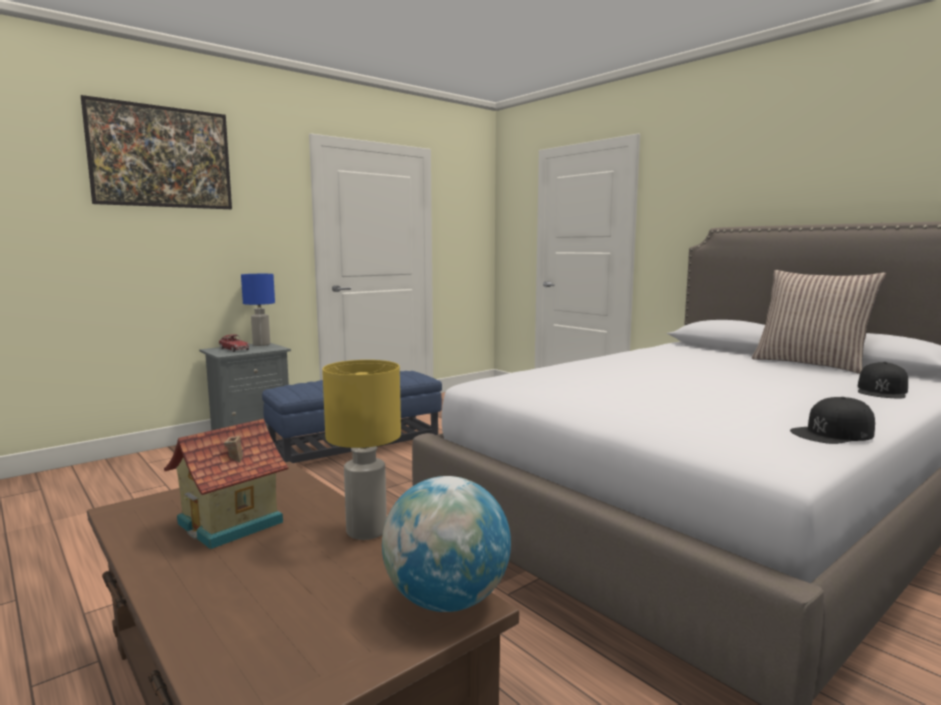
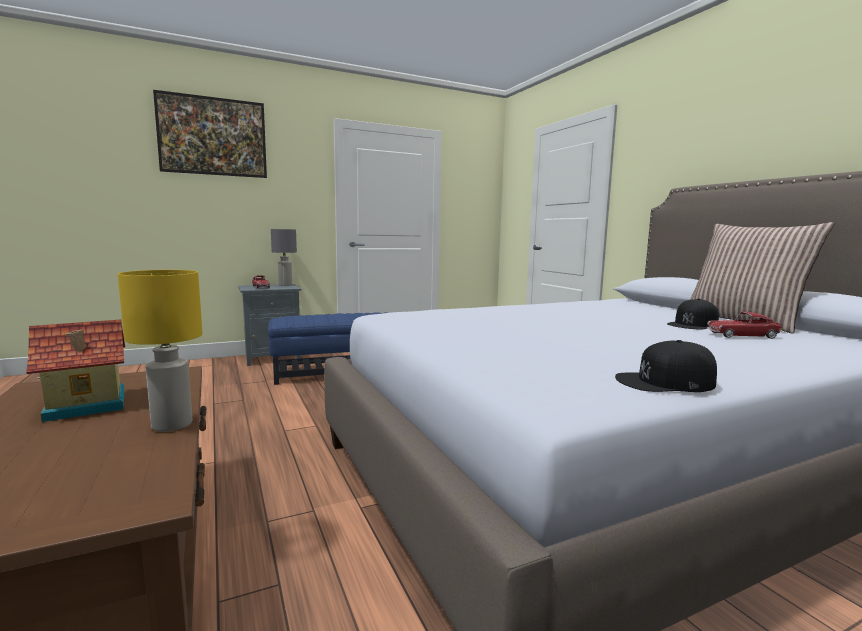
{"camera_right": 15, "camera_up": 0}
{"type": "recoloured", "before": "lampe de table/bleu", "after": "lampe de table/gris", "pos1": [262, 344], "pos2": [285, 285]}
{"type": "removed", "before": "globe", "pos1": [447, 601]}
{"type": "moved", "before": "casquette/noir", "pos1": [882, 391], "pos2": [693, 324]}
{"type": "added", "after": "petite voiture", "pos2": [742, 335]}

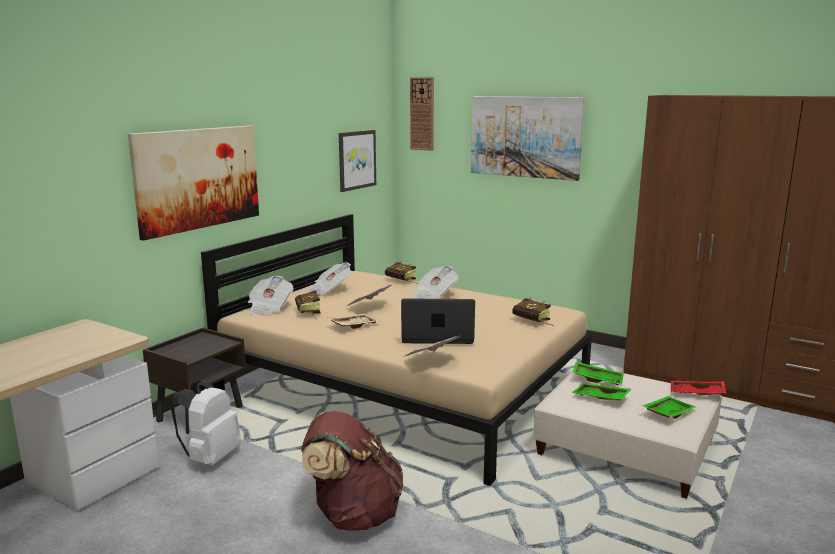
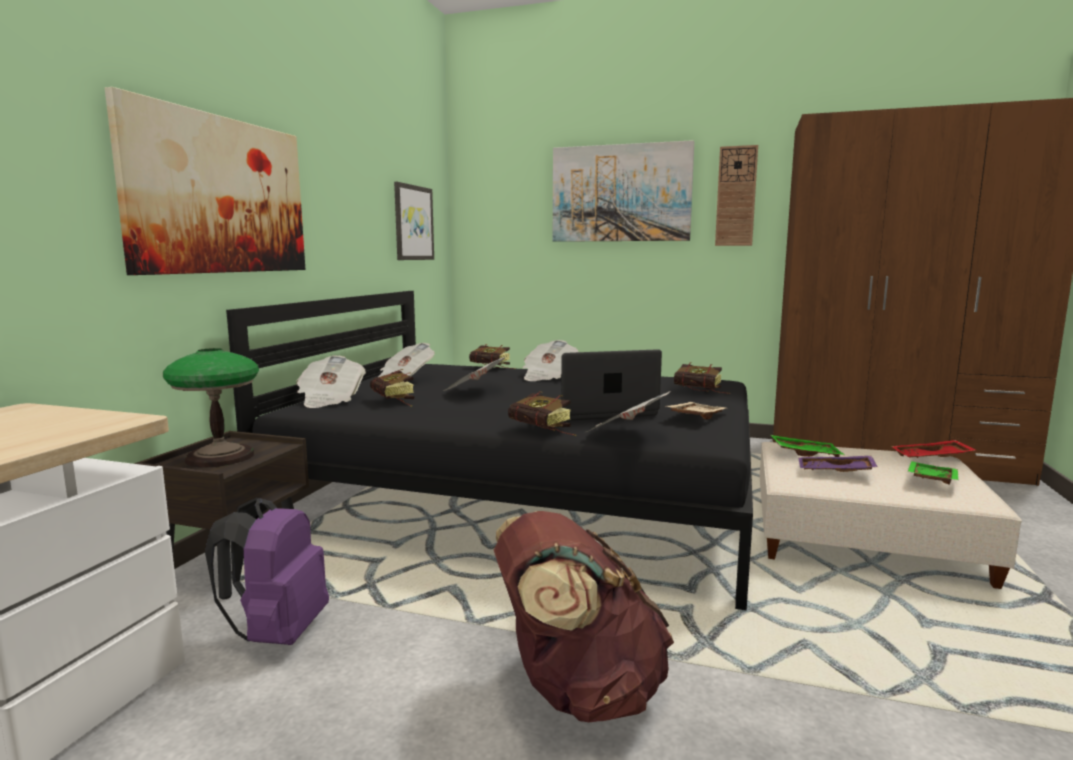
{"camera_right": -15, "camera_up": -5}
{"type": "recoloured", "before": "sac à dos/blanc", "after": "sac à dos/violet", "pos1": [210, 458], "pos2": [277, 633]}
{"type": "recoloured", "before": "lit/beige", "after": "lit/noir", "pos1": [404, 386], "pos2": [527, 498]}
{"type": "moved", "before": "plateau/beige", "pos1": [353, 325], "pos2": [695, 417]}
{"type": "moved", "before": "horloge murale", "pos1": [422, 114], "pos2": [736, 196]}
{"type": "recoloured", "before": "plateau/vert", "after": "plateau/violet", "pos1": [600, 398], "pos2": [835, 472]}
{"type": "added", "after": "lampe de table", "pos2": [220, 457]}
{"type": "added", "after": "livre", "pos2": [544, 431]}

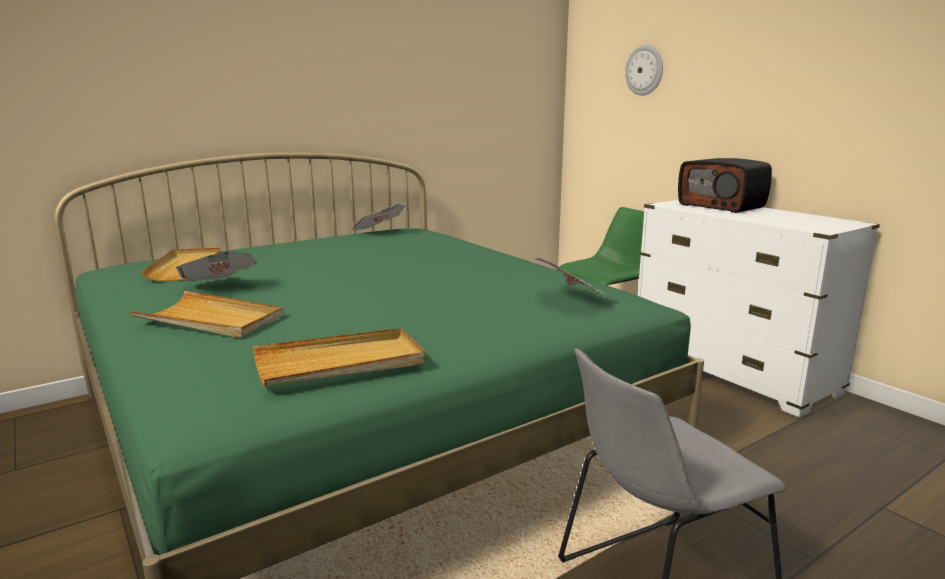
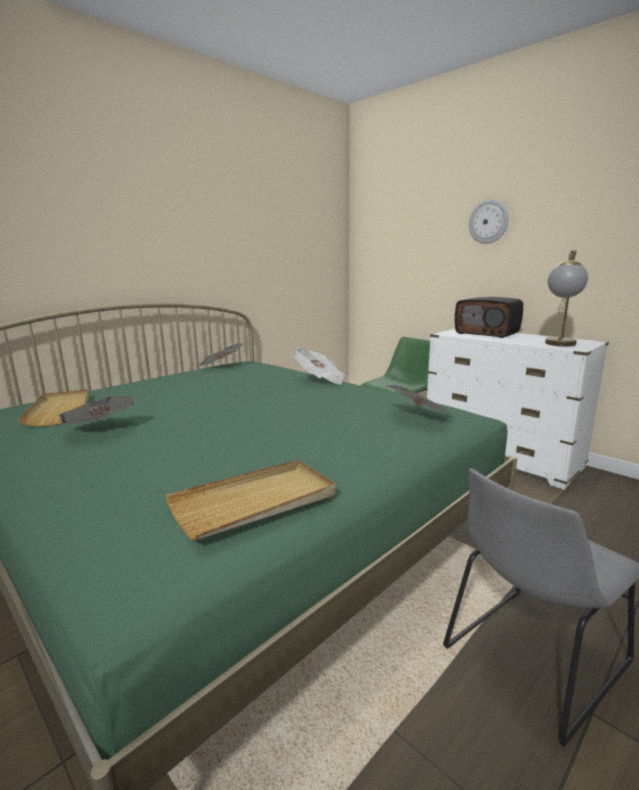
{"camera_right": -10, "camera_up": 0}
{"type": "removed", "before": "plateau/beige", "pos1": [210, 319]}
{"type": "moved", "before": "horloge murale", "pos1": [644, 70], "pos2": [489, 222]}
{"type": "added", "after": "journal", "pos2": [321, 380]}
{"type": "added", "after": "lampe de table", "pos2": [559, 345]}

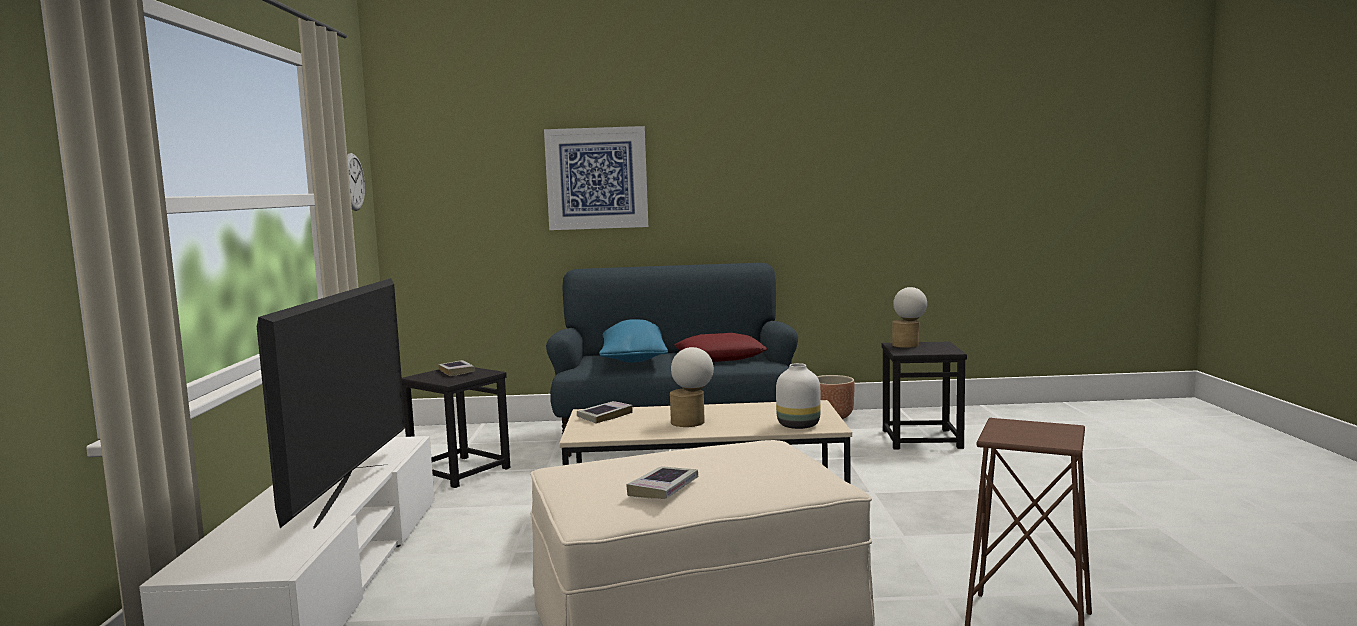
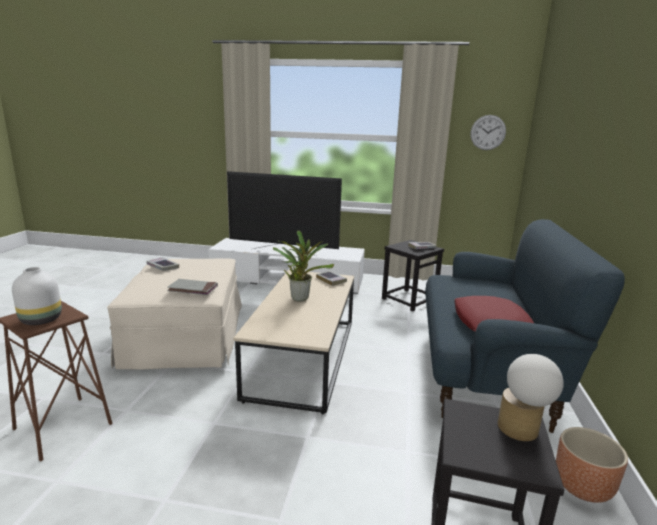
{"camera_right": 100, "camera_up": 10}
{"type": "removed", "before": "tableau", "pos1": [596, 178]}
{"type": "removed", "before": "coussin/bleu", "pos1": [633, 359]}
{"type": "replaced", "before": "lampe de table", "after": "plante en pot", "pos1": [692, 421], "pos2": [300, 297]}
{"type": "moved", "before": "vase/blanc", "pos1": [799, 425], "pos2": [40, 320]}
{"type": "added", "after": "livre/gris", "pos2": [193, 289]}

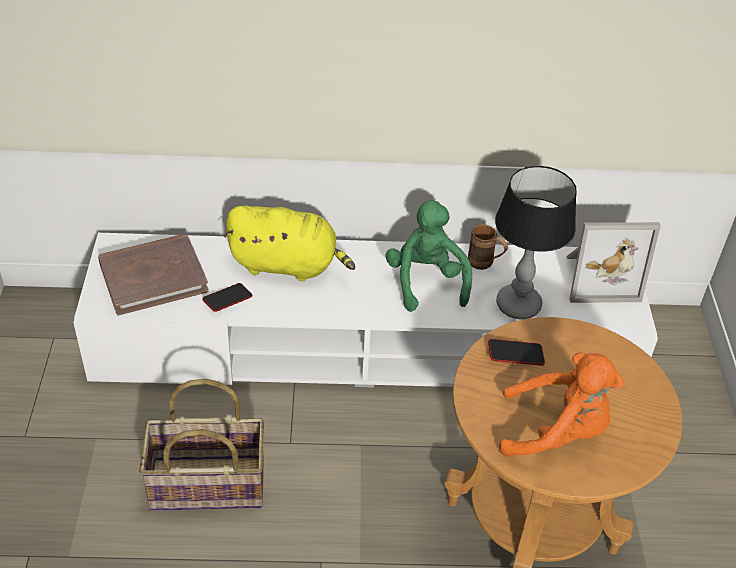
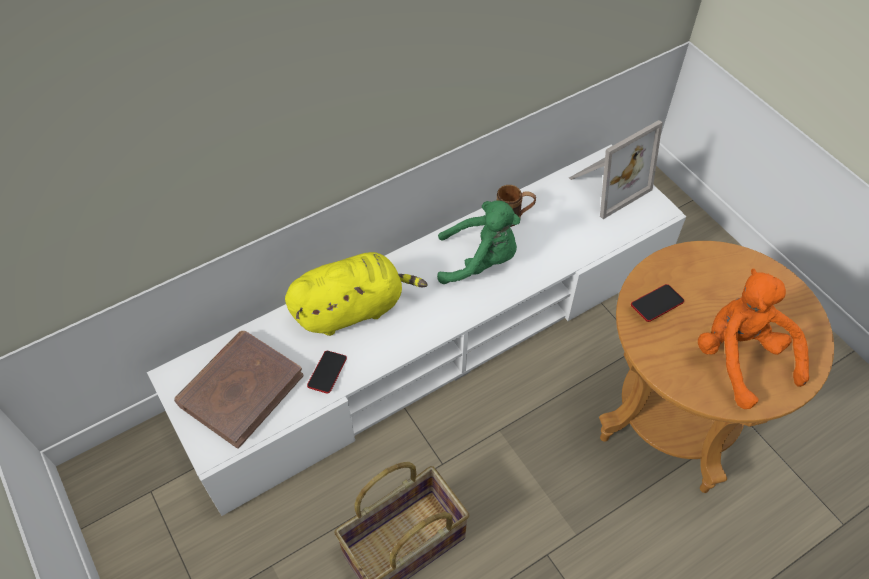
{"camera_right": -30, "camera_up": 10}
{"type": "turned", "before": "peluche/vert", "pos1": [426, 281], "pos2": [480, 261], "turn": 135}
{"type": "removed", "before": "lampe de table", "pos1": [519, 306]}
{"type": "turned", "before": "peluche/orange", "pos1": [556, 432], "pos2": [740, 358], "turn": -90}

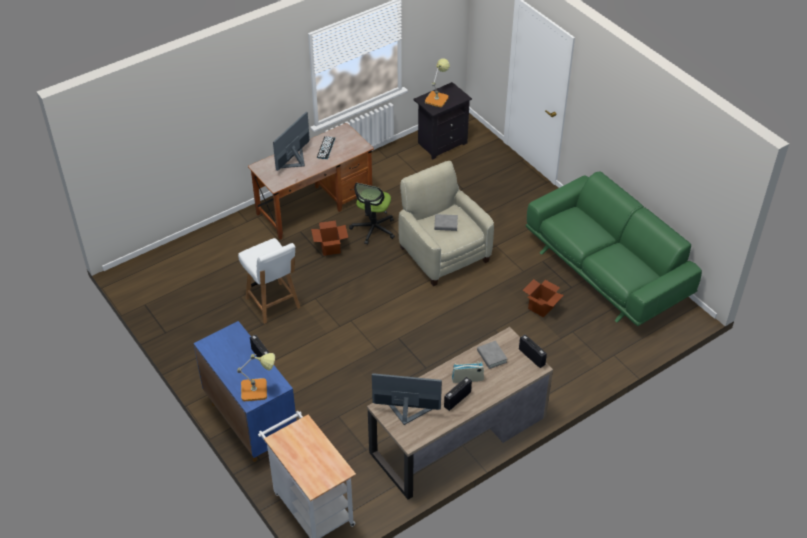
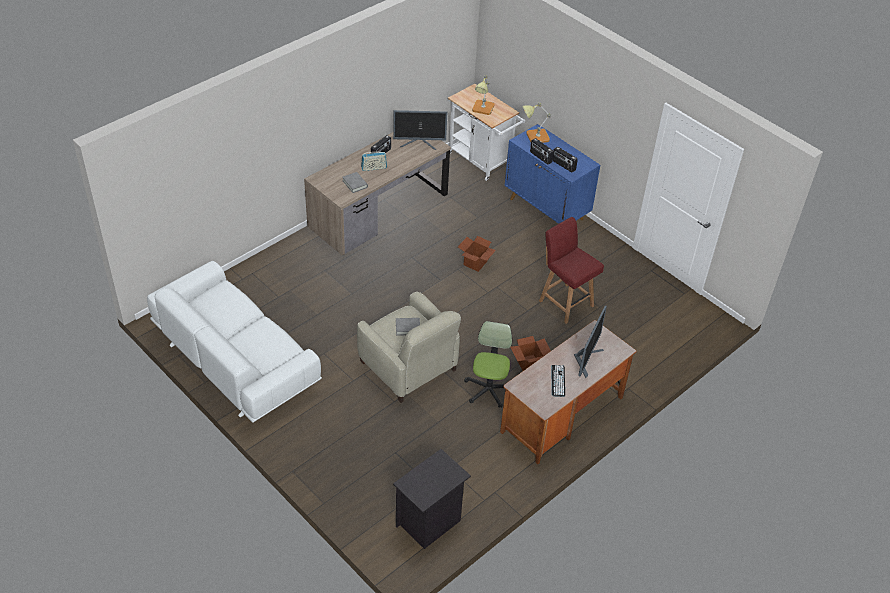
{"camera_right": 170, "camera_up": 0}
{"type": "recoloured", "before": "chaise/blanc", "after": "chaise/rouge", "pos1": [273, 304], "pos2": [565, 302]}
{"type": "moved", "before": "lampe de table", "pos1": [437, 98], "pos2": [482, 109]}
{"type": "moved", "before": "radio", "pos1": [532, 357], "pos2": [563, 165]}
{"type": "moved", "before": "carton", "pos1": [541, 307], "pos2": [475, 263]}
{"type": "recoloured", "before": "canapé/vert", "after": "canapé/blanc", "pos1": [607, 270], "pos2": [235, 360]}

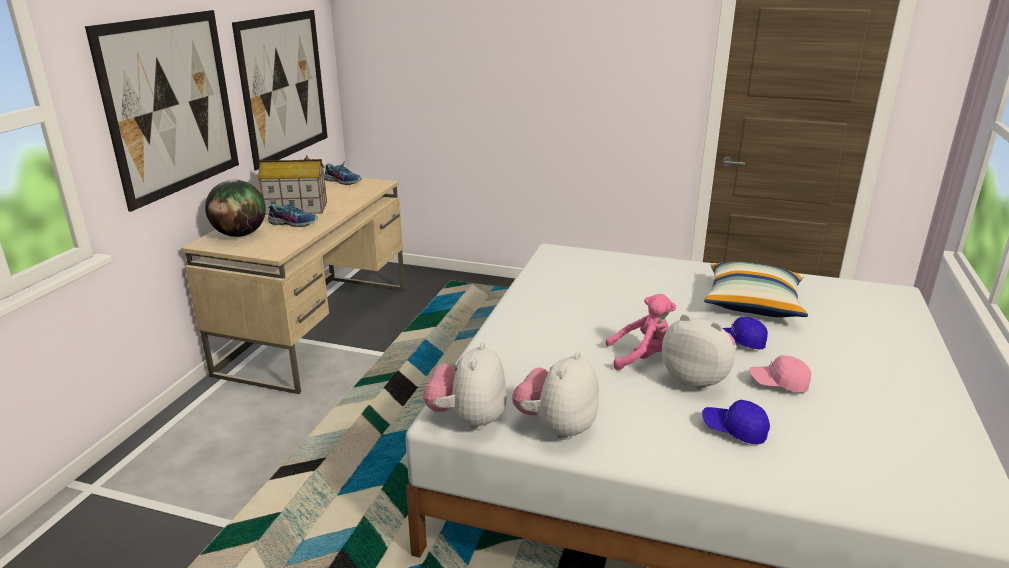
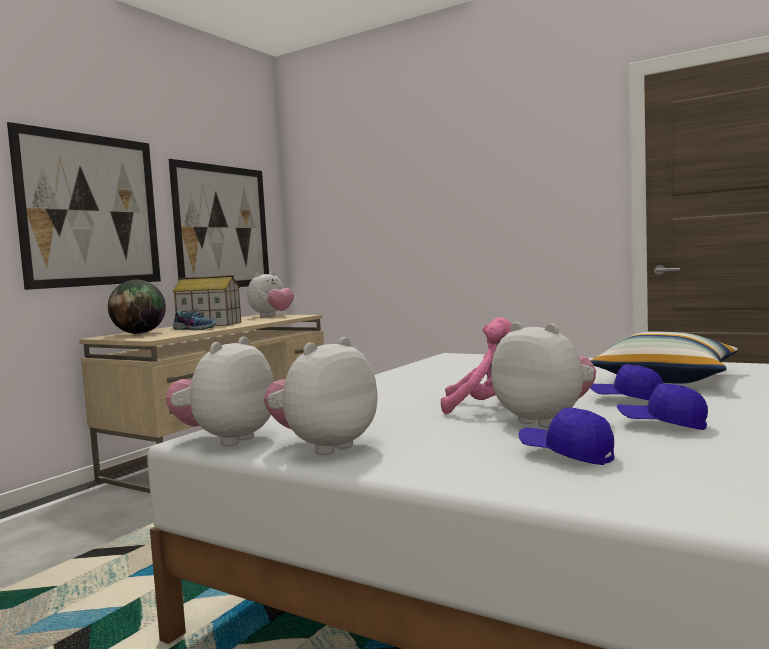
{"camera_right": 15, "camera_up": -20}
{"type": "replaced", "before": "chaussure", "after": "peluche", "pos1": [343, 181], "pos2": [271, 316]}
{"type": "recoloured", "before": "casquette/rose", "after": "casquette/bleu", "pos1": [778, 384], "pos2": [662, 425]}

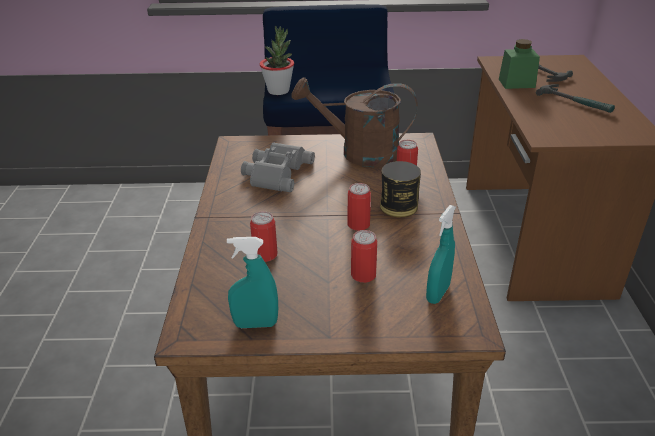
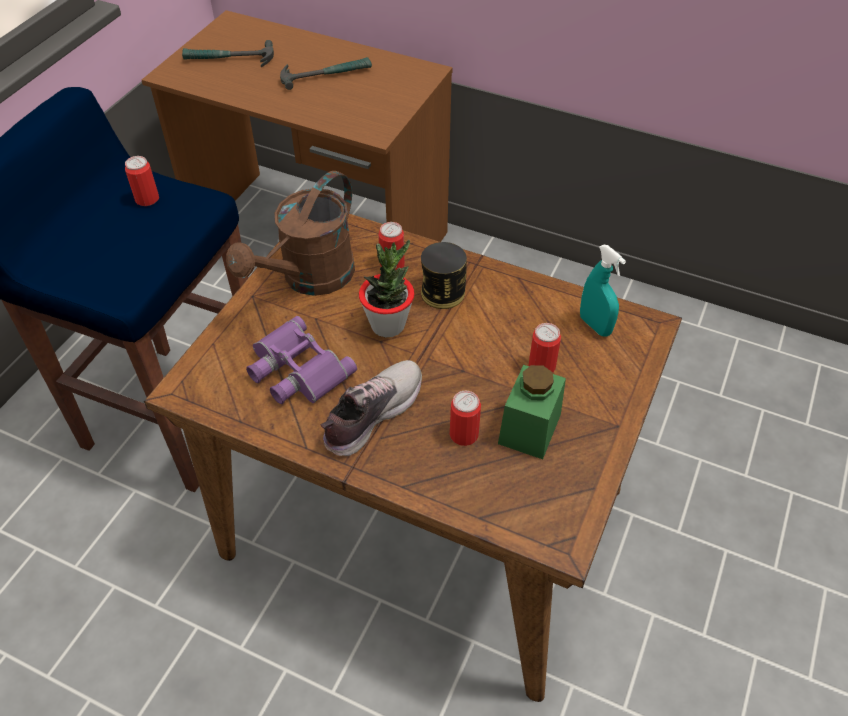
{"camera_right": -65, "camera_up": 15}
{"type": "removed", "before": "vaporisateur/turquoise", "pos1": [255, 324]}
{"type": "recoloured", "before": "jumelles/gris", "after": "jumelles/violet", "pos1": [276, 172], "pos2": [296, 370]}
{"type": "moved", "before": "plante en pot", "pos1": [278, 91], "pos2": [388, 325]}
{"type": "moved", "before": "boîte métallique", "pos1": [358, 224], "pos2": [147, 199]}
{"type": "moved", "before": "bocal/vert", "pos1": [516, 83], "pos2": [529, 429]}
{"type": "added", "after": "chaussure", "pos2": [371, 414]}

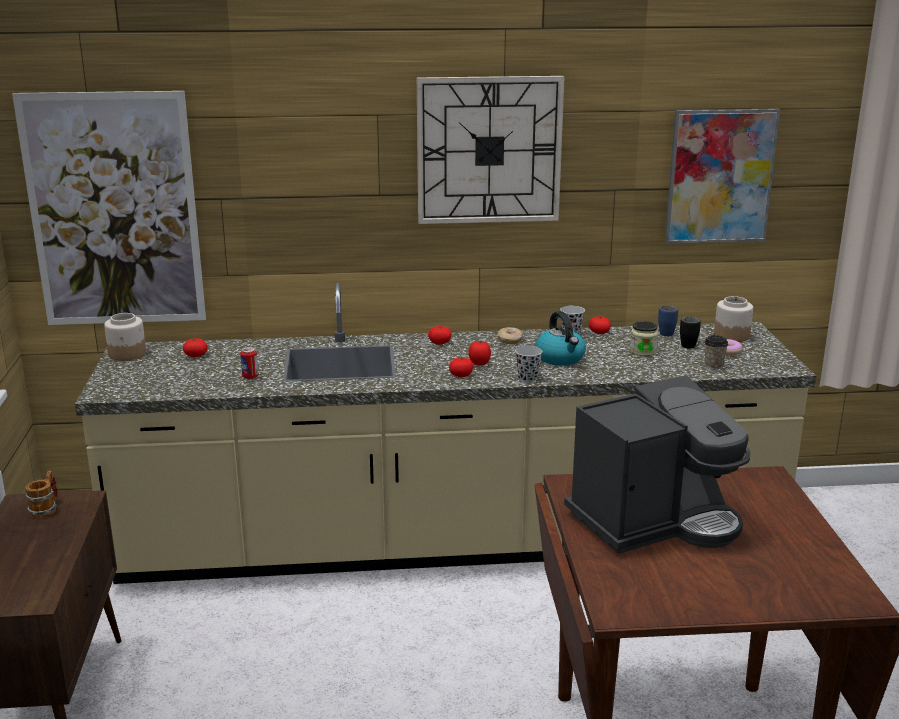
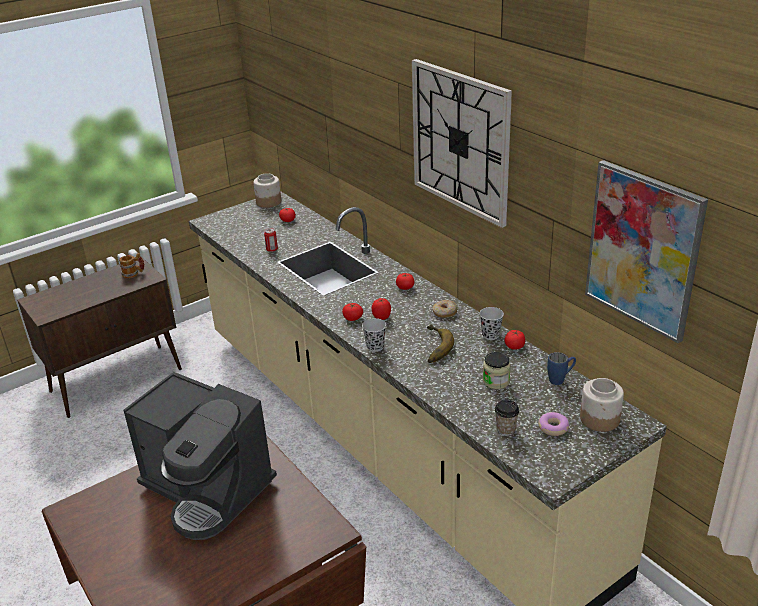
{"camera_right": 60, "camera_up": 10}
{"type": "removed", "before": "tableau", "pos1": [114, 211]}
{"type": "replaced", "before": "bouilloire", "after": "banane", "pos1": [560, 358], "pos2": [432, 347]}
{"type": "removed", "before": "mug/noir", "pos1": [689, 344]}

